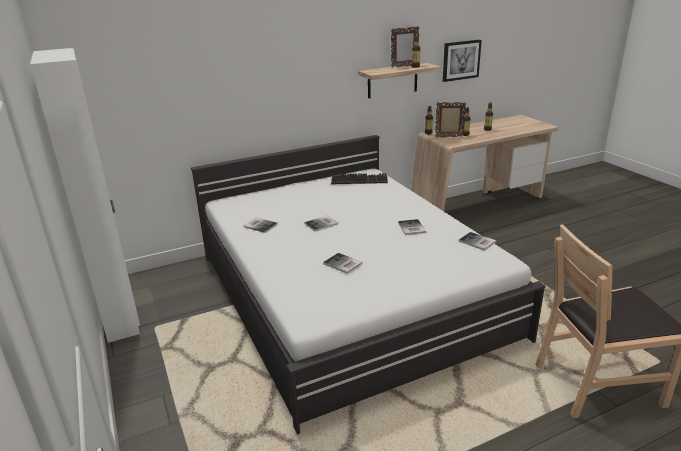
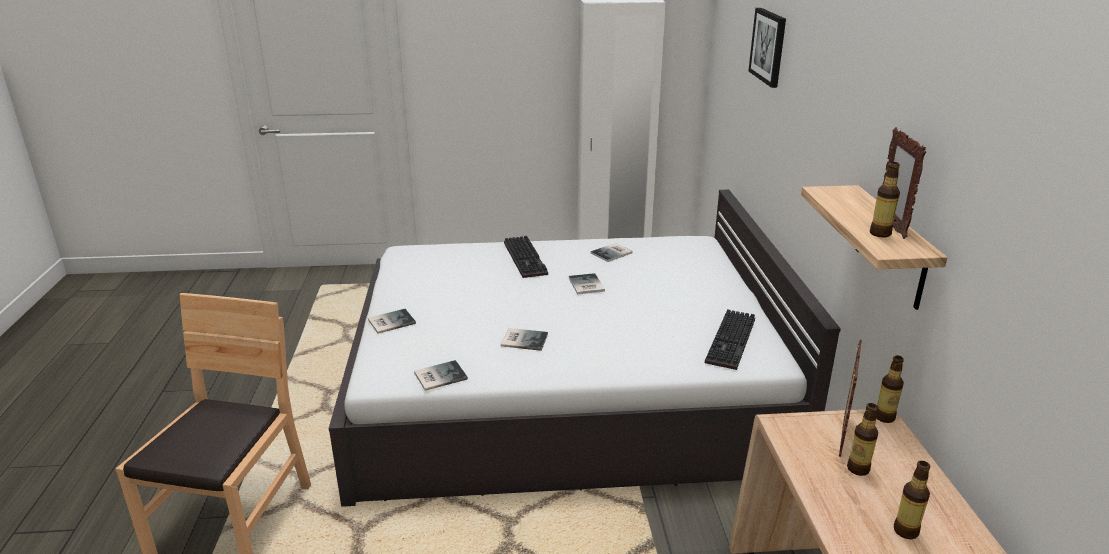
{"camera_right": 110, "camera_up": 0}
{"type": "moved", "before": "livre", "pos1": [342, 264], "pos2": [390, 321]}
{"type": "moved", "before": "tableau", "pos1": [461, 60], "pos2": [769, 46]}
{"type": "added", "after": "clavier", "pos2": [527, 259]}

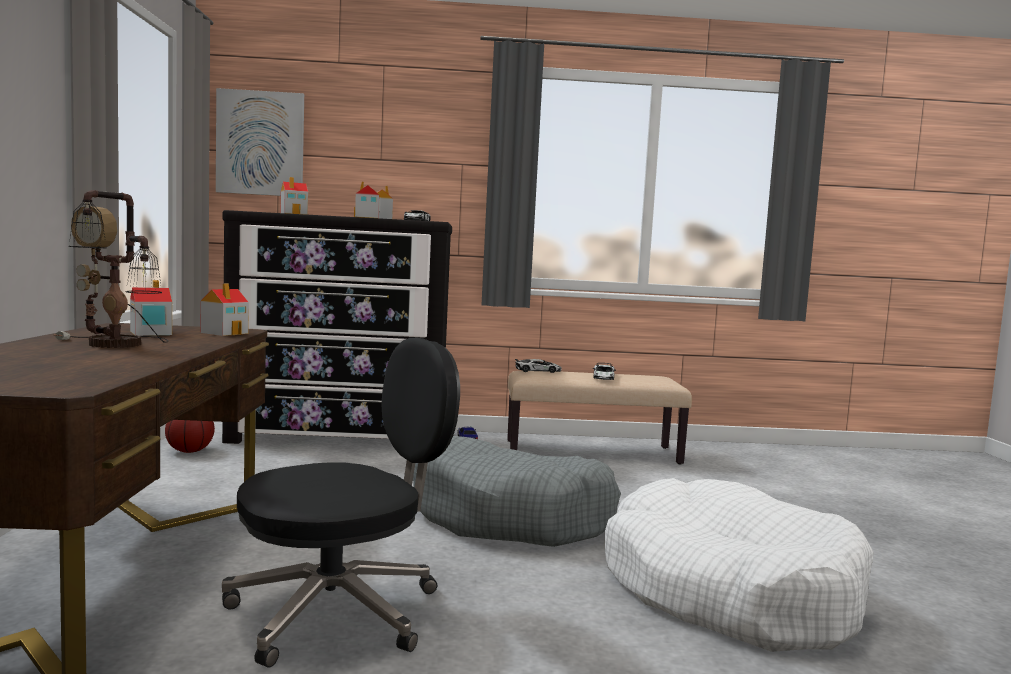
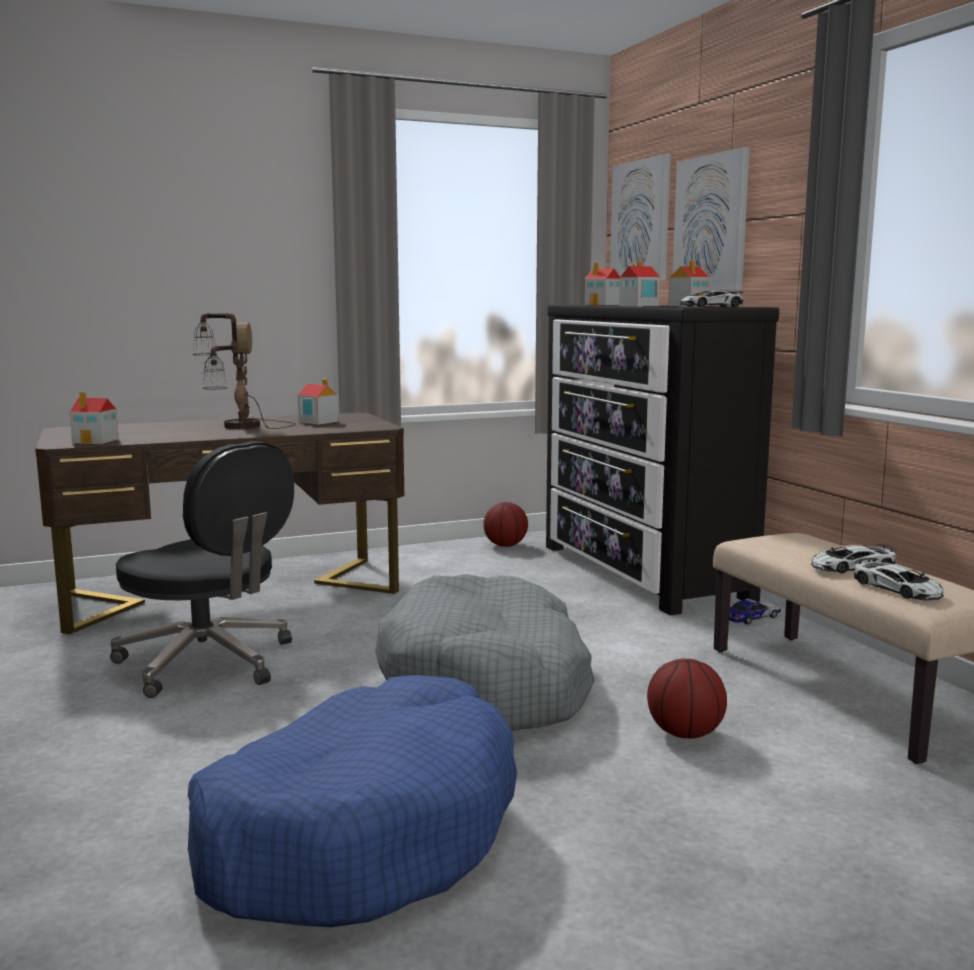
{"camera_right": 70, "camera_up": 5}
{"type": "moved", "before": "maison miniature", "pos1": [225, 333], "pos2": [96, 441]}
{"type": "moved", "before": "petite voiture", "pos1": [538, 370], "pos2": [897, 589]}
{"type": "recoloured", "before": "panier pour chien/blanc", "after": "panier pour chien/bleu", "pos1": [728, 591], "pos2": [360, 832]}
{"type": "added", "after": "ballon de basket", "pos2": [685, 734]}
{"type": "added", "after": "tableau", "pos2": [711, 224]}

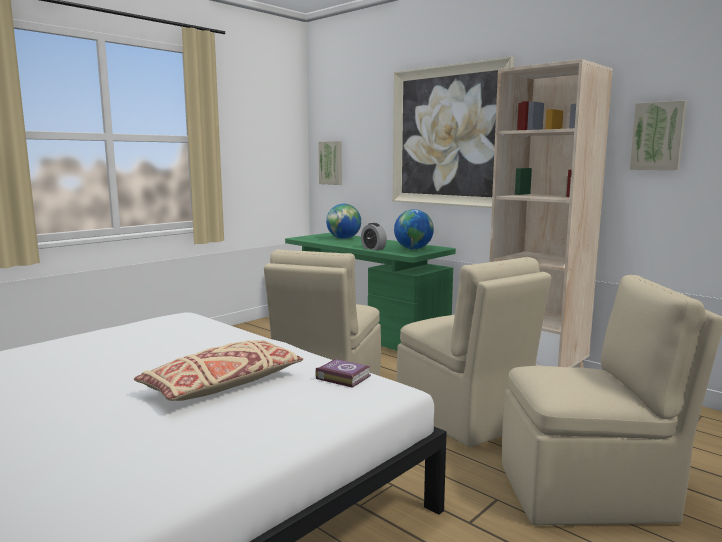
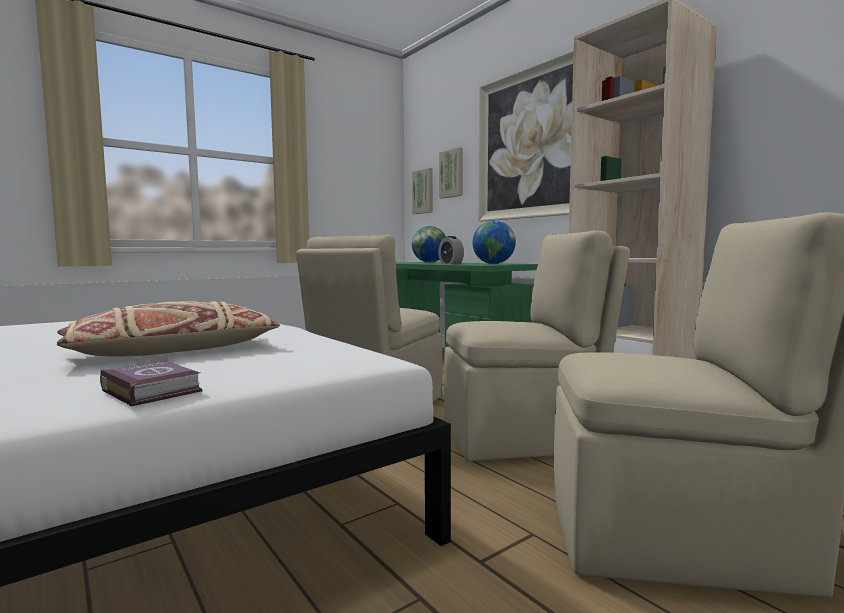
{"camera_right": 10, "camera_up": -5}
{"type": "moved", "before": "livre", "pos1": [342, 377], "pos2": [152, 390]}
{"type": "turned", "before": "chaise/beige", "pos1": [464, 417], "pos2": [524, 437], "turn": -75}
{"type": "moved", "before": "tableau", "pos1": [658, 136], "pos2": [452, 173]}

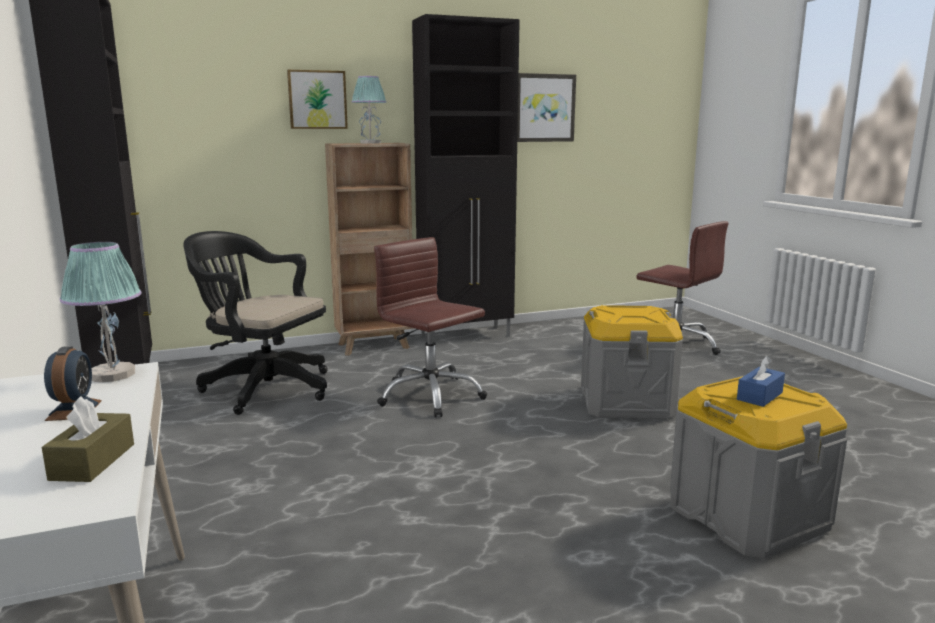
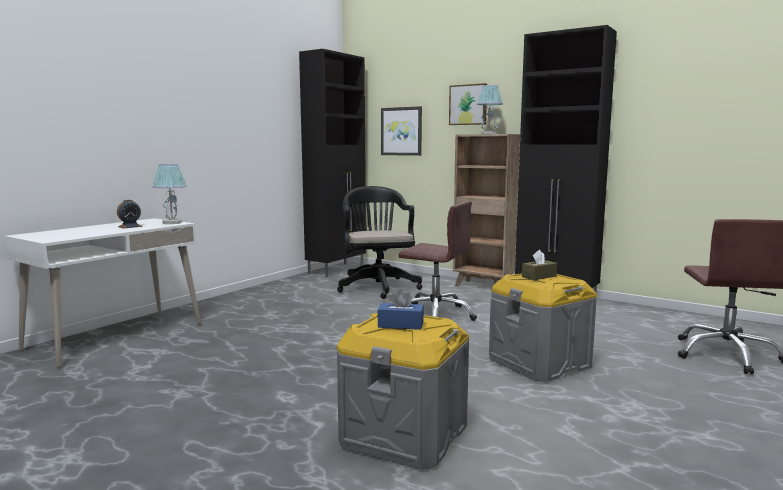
{"camera_right": 55, "camera_up": -5}
{"type": "moved", "before": "boîte à mouchoirs/marron", "pos1": [93, 462], "pos2": [539, 276]}
{"type": "turned", "before": "chaise de bureau/marron", "pos1": [430, 395], "pos2": [436, 315], "turn": 105}
{"type": "moved", "before": "tableau", "pos1": [544, 108], "pos2": [401, 131]}

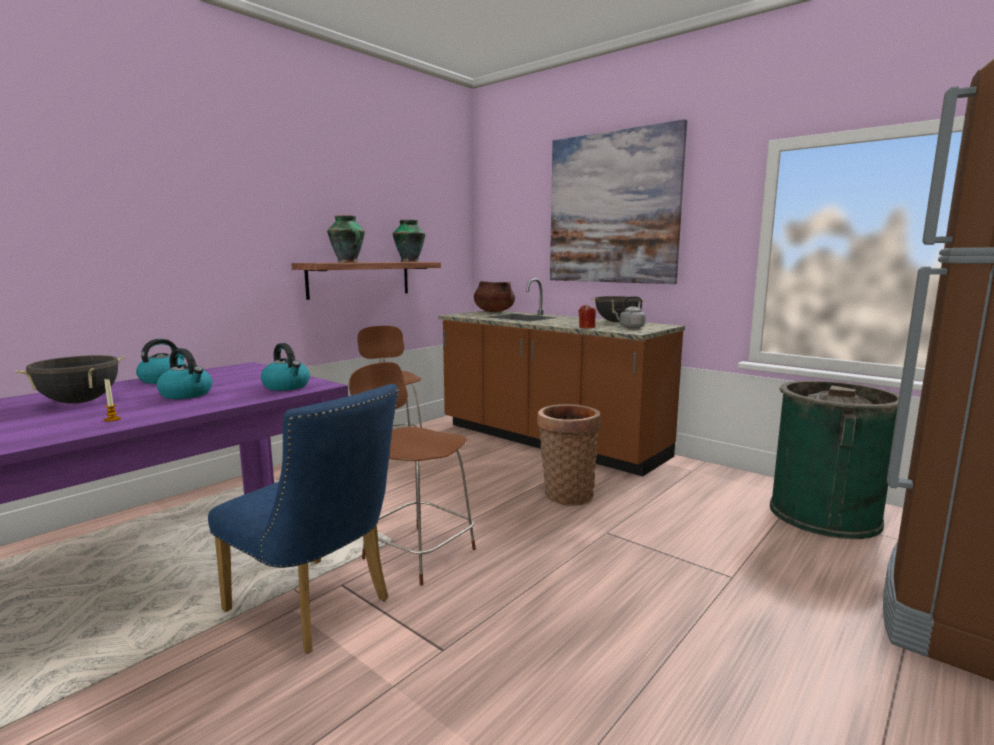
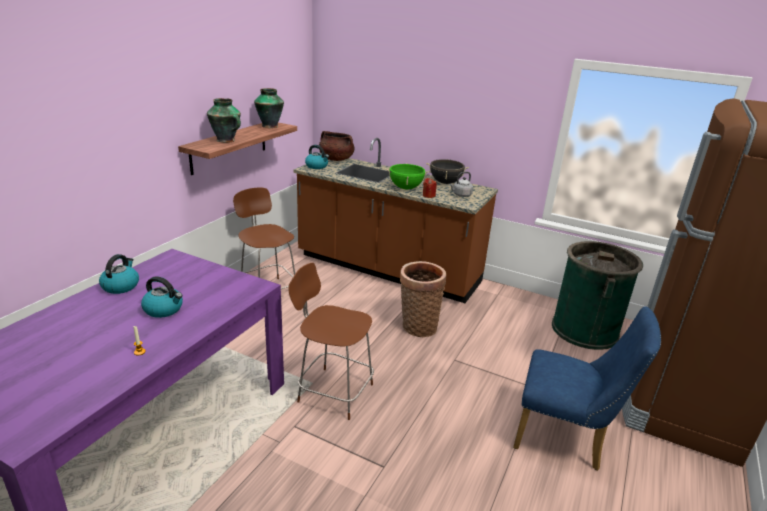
{"camera_right": -15, "camera_up": 15}
{"type": "removed", "before": "marmite/noir", "pos1": [80, 402]}
{"type": "moved", "before": "chaise/bleu", "pos1": [316, 609], "pos2": [566, 438]}
{"type": "moved", "before": "bouilloire", "pos1": [287, 386], "pos2": [317, 166]}
{"type": "removed", "before": "tableau", "pos1": [612, 208]}
{"type": "added", "after": "marmite/vert", "pos2": [406, 188]}

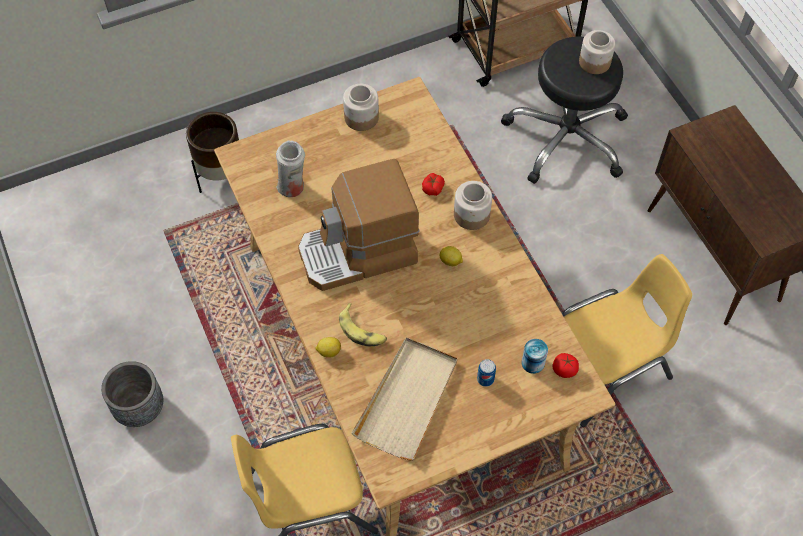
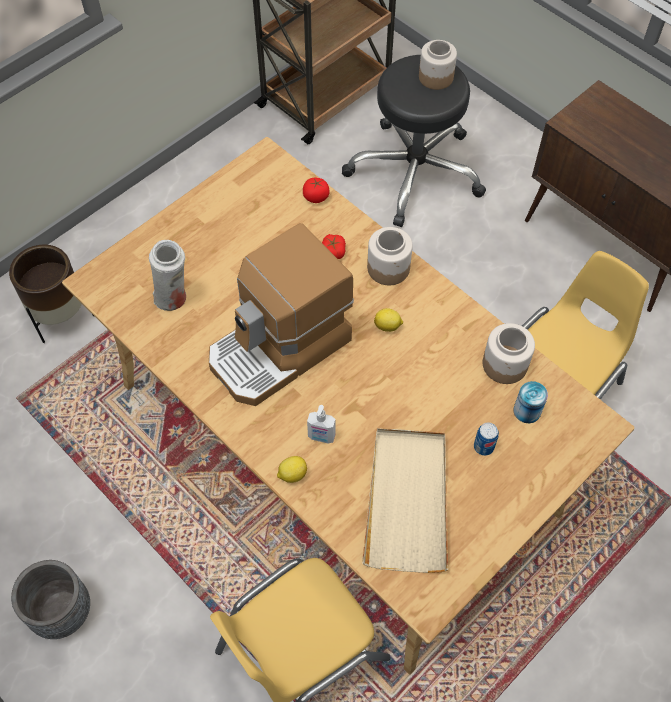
{"camera_right": -20, "camera_up": 0}
{"type": "replaced", "before": "banane", "after": "distributeur de savon", "pos1": [362, 330], "pos2": [321, 437]}
{"type": "moved", "before": "bocal", "pos1": [362, 117], "pos2": [505, 364]}
{"type": "moved", "before": "tomate", "pos1": [564, 370], "pos2": [316, 197]}

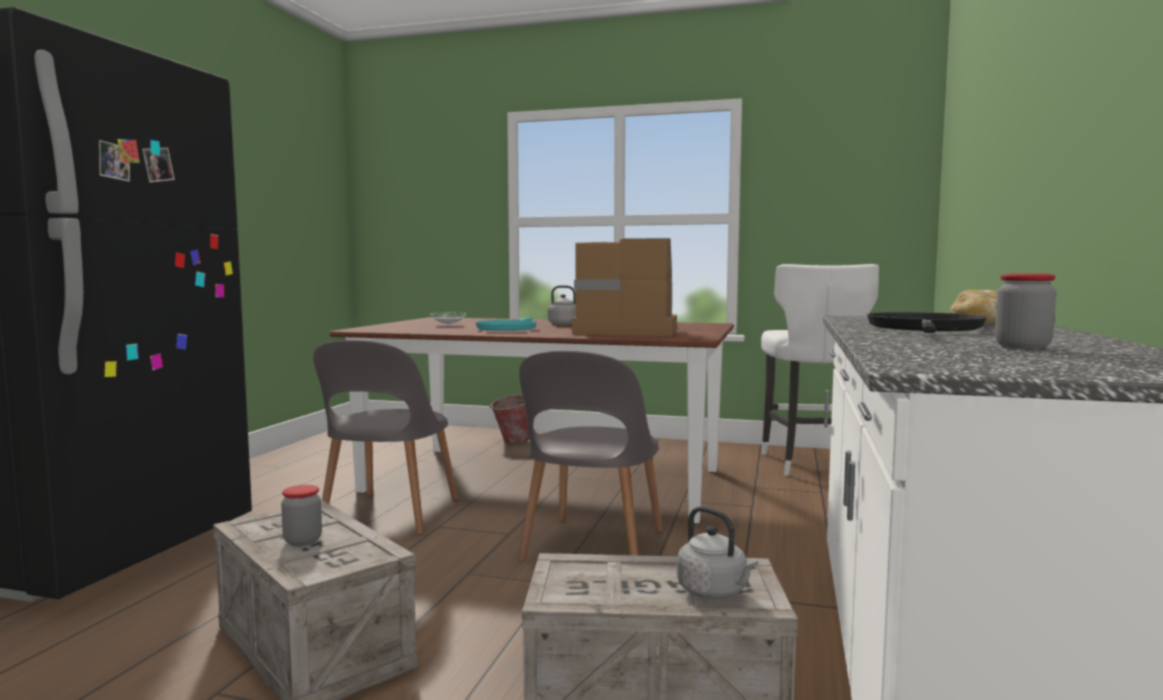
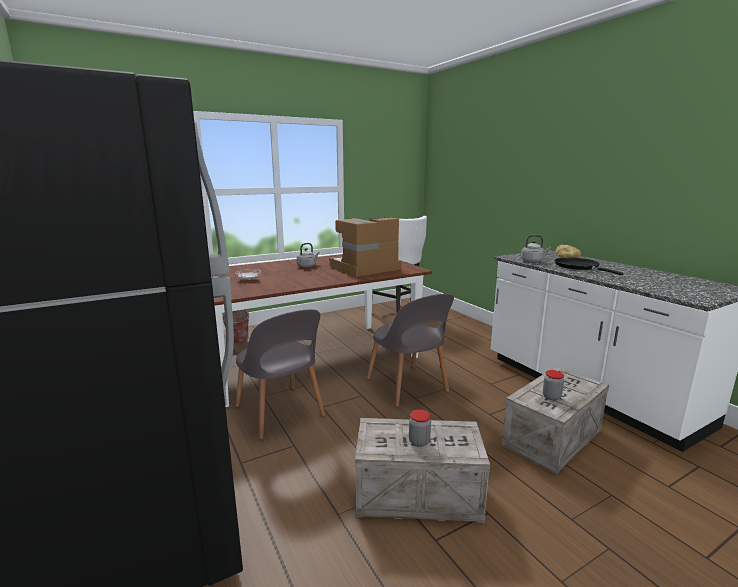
{"camera_right": -45, "camera_up": 10}
{"type": "removed", "before": "poêle/turquoise", "pos1": [508, 329]}
{"type": "moved", "before": "bouilloire/gris", "pos1": [714, 592], "pos2": [533, 261]}
{"type": "moved", "before": "bocal", "pos1": [1022, 347], "pos2": [551, 397]}

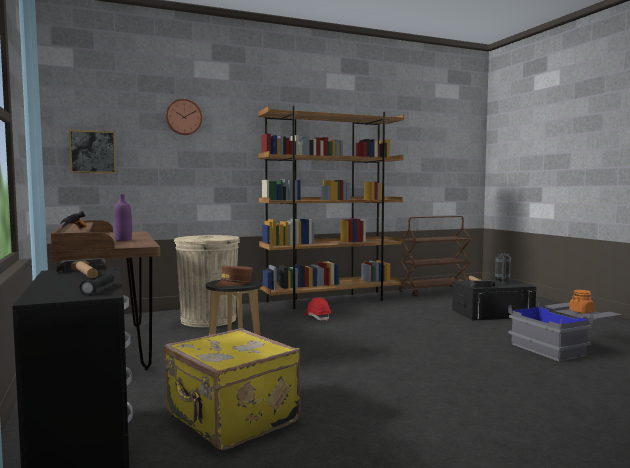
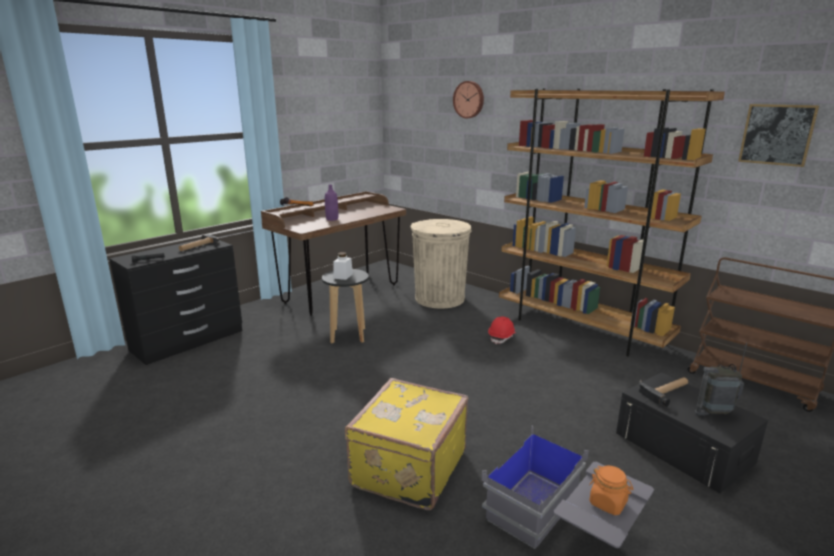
{"camera_right": 65, "camera_up": 15}
{"type": "moved", "before": "tableau", "pos1": [93, 152], "pos2": [777, 134]}
{"type": "moved", "before": "valise/jaune", "pos1": [230, 419], "pos2": [407, 468]}
{"type": "replaced", "before": "casquette/marron", "after": "bocal/blanc", "pos1": [234, 283], "pos2": [343, 276]}

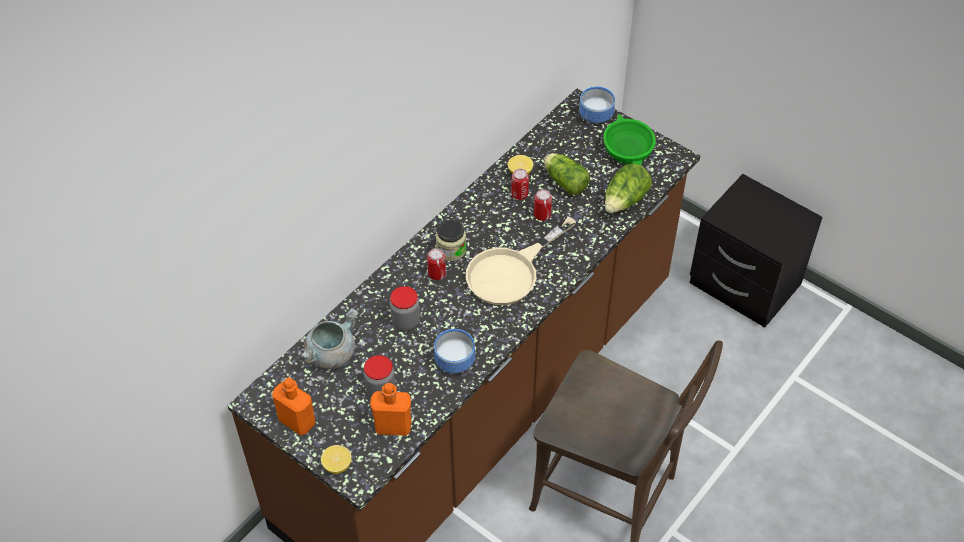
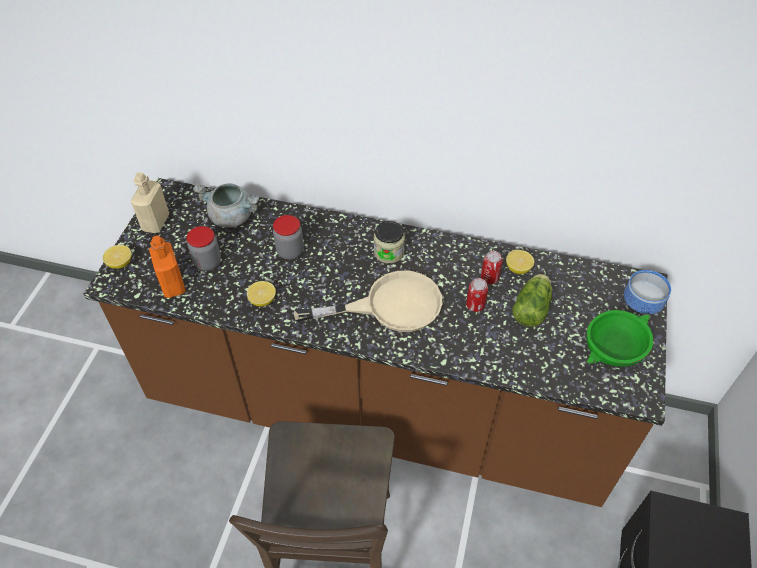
{"camera_right": 65, "camera_up": 0}
{"type": "recoloured", "before": "bouteille/orange", "after": "bouteille/beige", "pos1": [297, 421], "pos2": [156, 222]}
{"type": "removed", "before": "boîte métallique", "pos1": [437, 274]}
{"type": "replaced", "before": "bol", "after": "citron", "pos1": [453, 360], "pos2": [262, 300]}
{"type": "turned", "before": "poêle/beige", "pos1": [511, 271], "pos2": [389, 306], "turn": 150}
{"type": "removed", "before": "laitue", "pos1": [625, 201]}

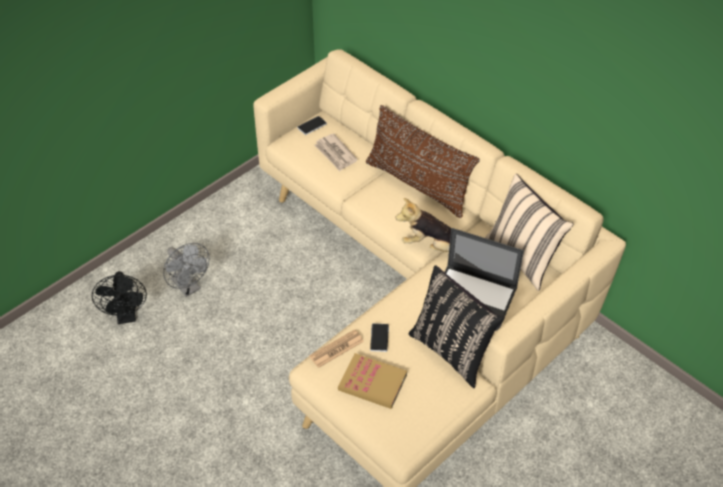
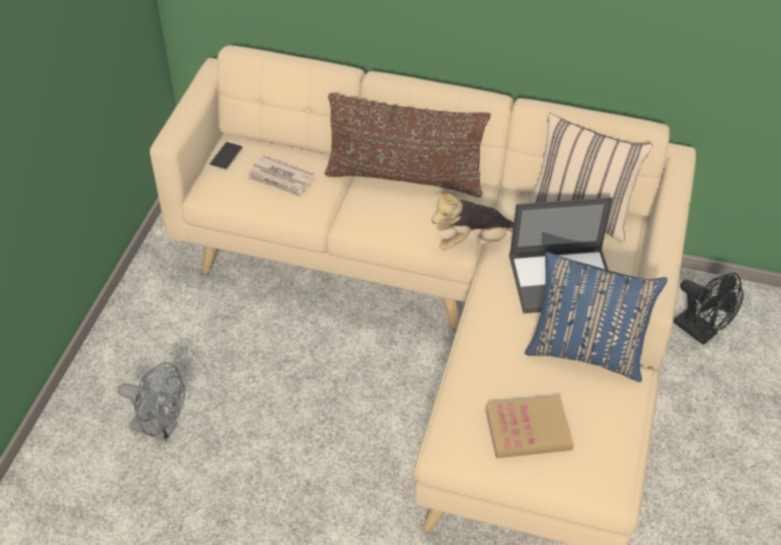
{"camera_right": -30, "camera_up": 0}
{"type": "moved", "before": "ventilateur/noir", "pos1": [127, 316], "pos2": [700, 332]}
{"type": "removed", "before": "journal", "pos1": [336, 349]}
{"type": "removed", "before": "téléphone", "pos1": [379, 338]}
{"type": "recoloured", "before": "coussin/noir", "after": "coussin/bleu", "pos1": [452, 351], "pos2": [586, 351]}

